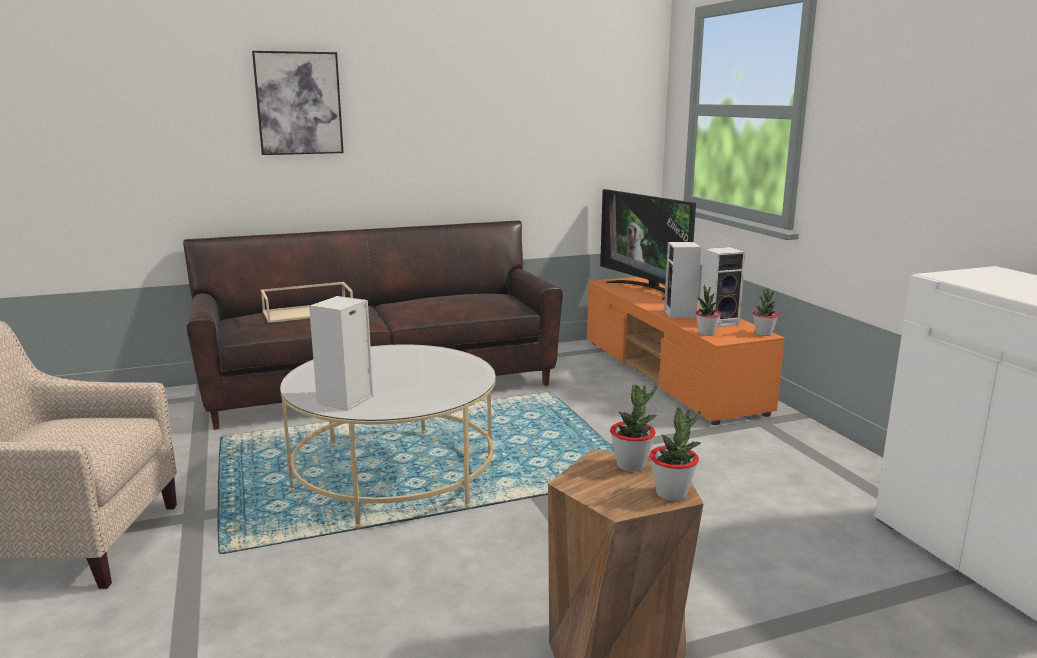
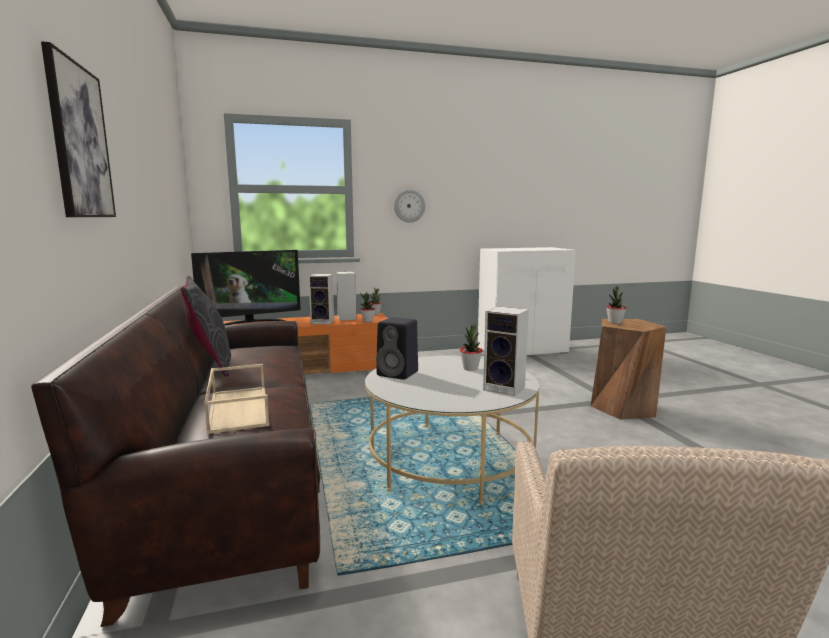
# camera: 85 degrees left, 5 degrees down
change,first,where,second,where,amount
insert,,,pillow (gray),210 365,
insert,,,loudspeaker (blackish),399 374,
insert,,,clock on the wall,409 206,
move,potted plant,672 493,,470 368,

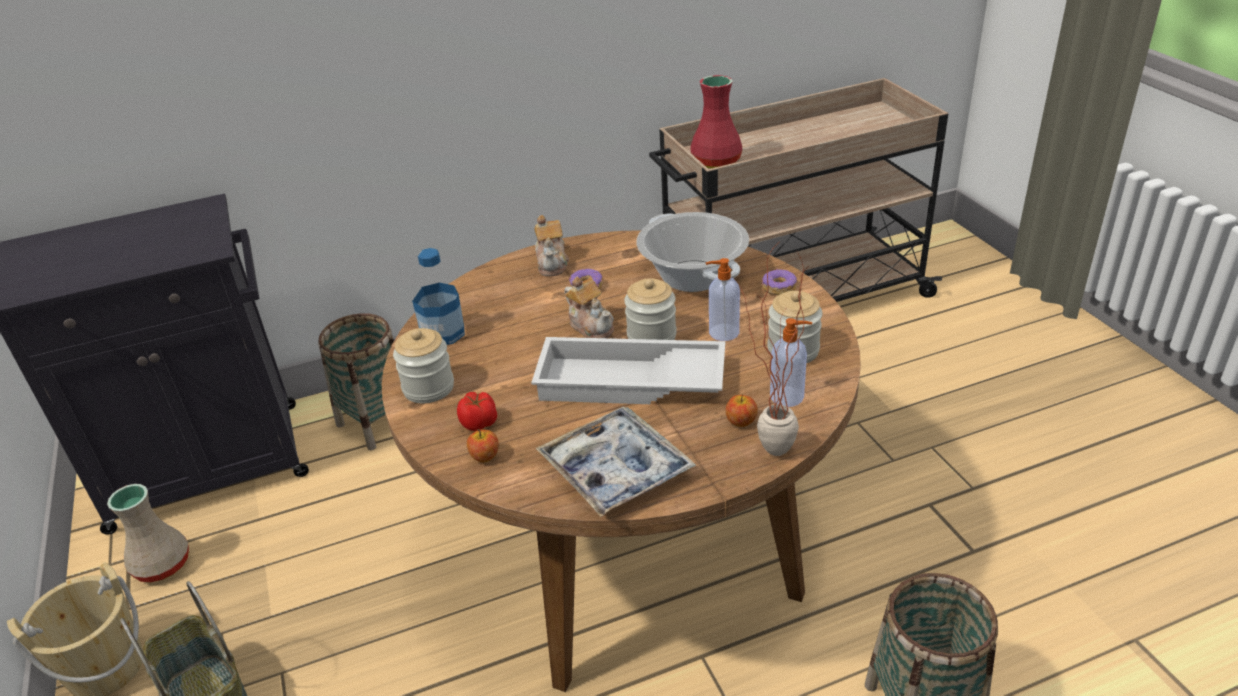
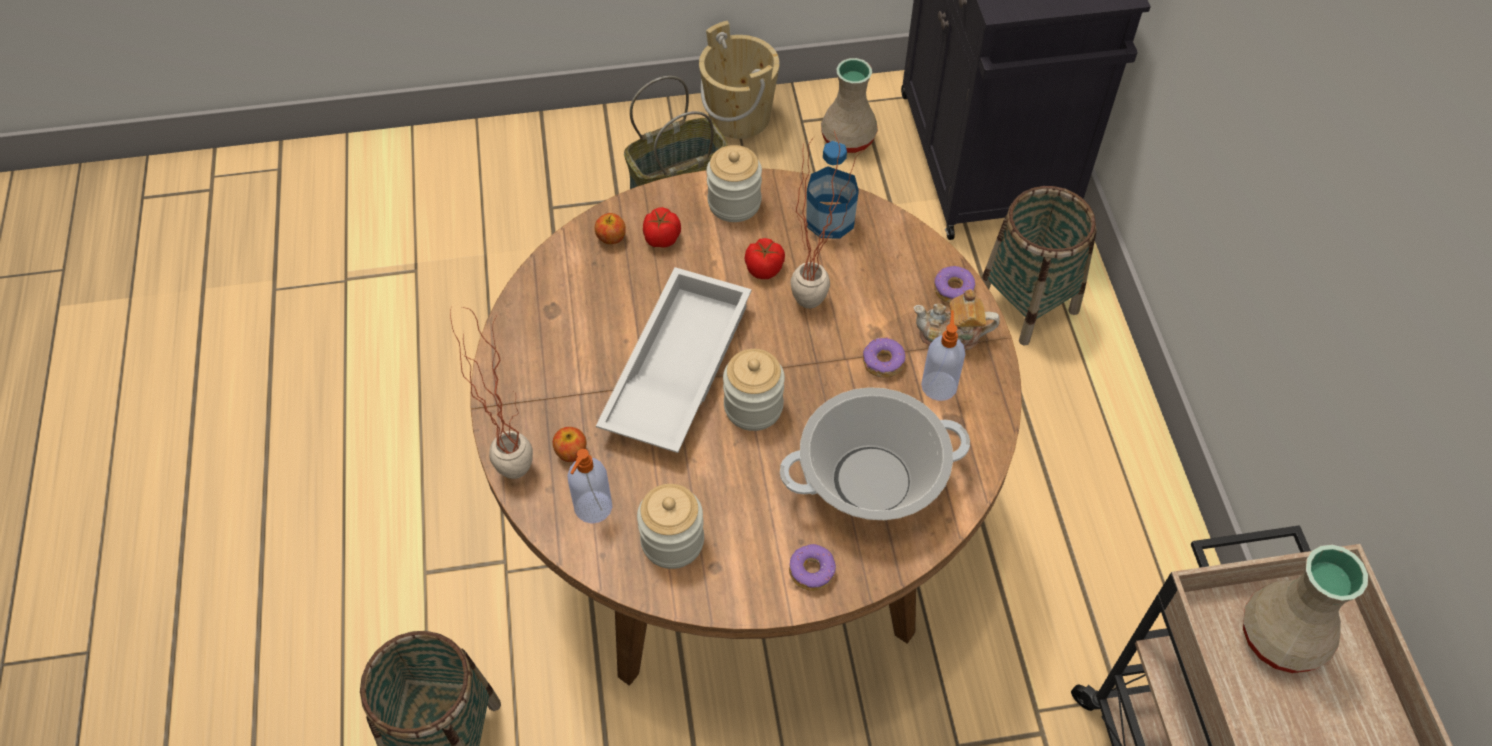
# camera: 100 degrees right, 20 degrees up
change,first,where,second,where,amount
insert,,,fresh tomato,765 268,
insert,,,potted plant,821 303,
move,soap dispenser,722 332,,939 385,
insert,,,ring doughnut,953 290,
recolor,vase (red),717 162,vase (sand-coloured),1280 638,
delete,carrying tray,615 470,,,
delete,tea pot,591 326,,,

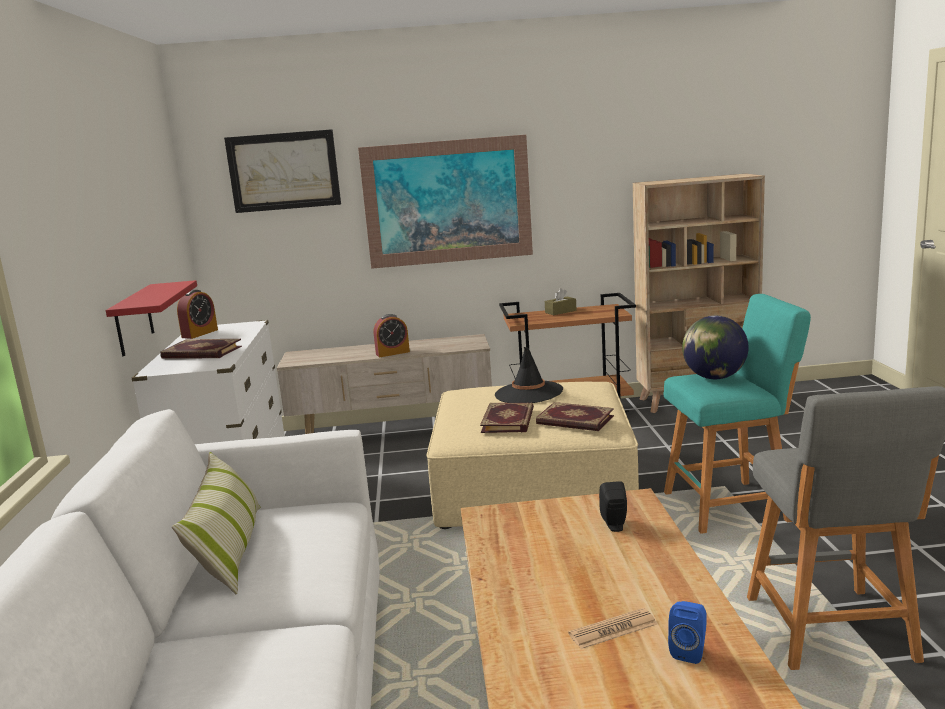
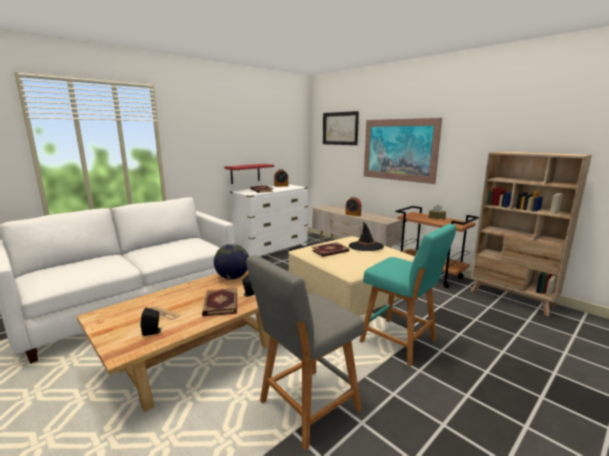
# camera: 50 degrees right, 0 degrees up
change,first,where,second,where,amount
recolor,loudspeaker (blue),689 651,loudspeaker (blackish),153 332,
move,bound book,574 420,,220 304,
move,world globe,714 378,,232 277,
delete,pillow,229 549,,,

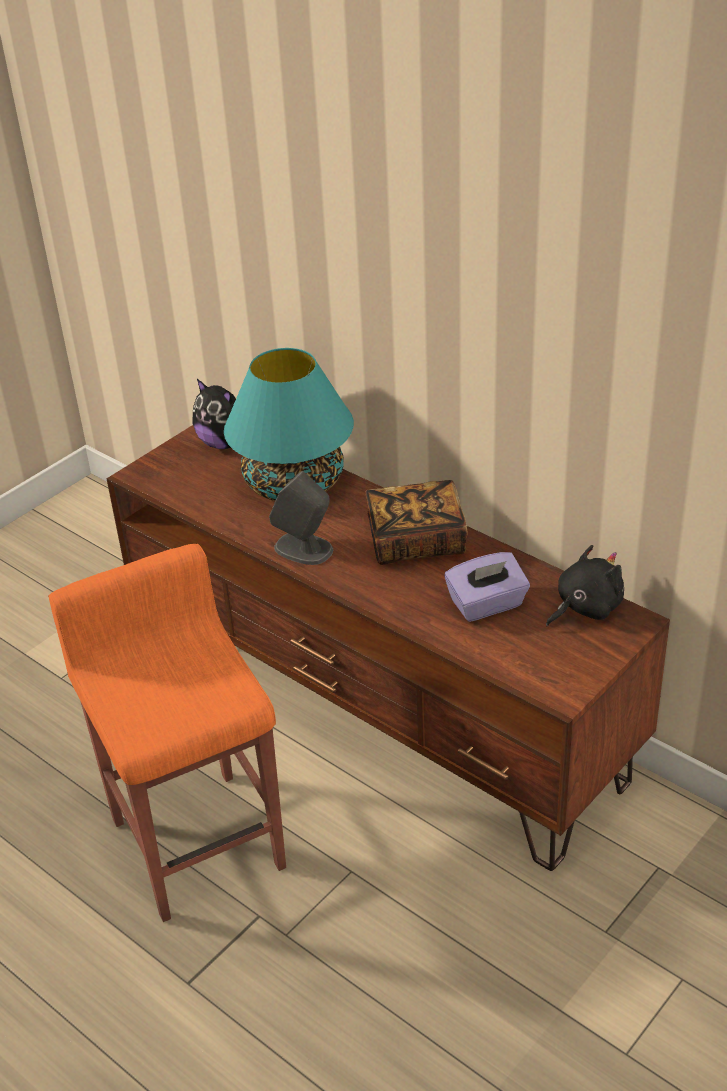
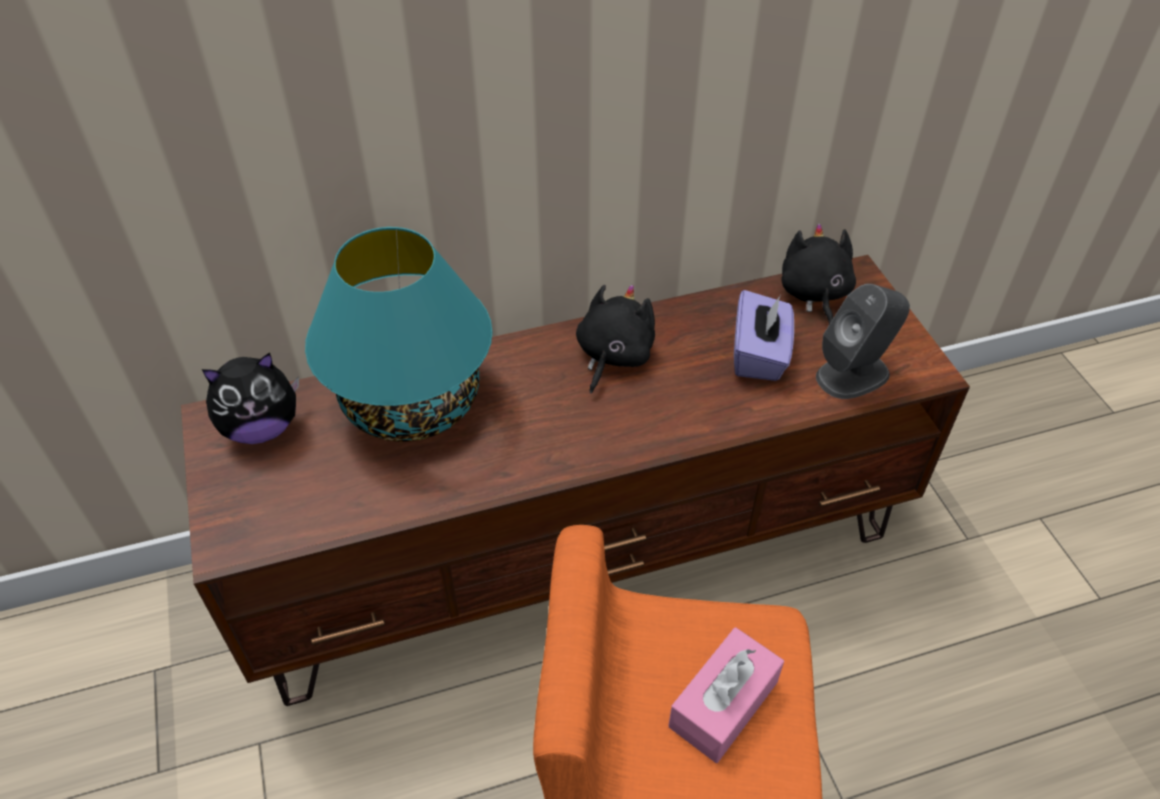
# camera: 60 degrees left, 10 degrees up
change,first,where,second,where,amount
replace,bound book,416 541,soft toy (blackish),613 356,
insert,,,tissue box (pink),723 704,
move,loudspeaker (gray),304 549,,853 374,

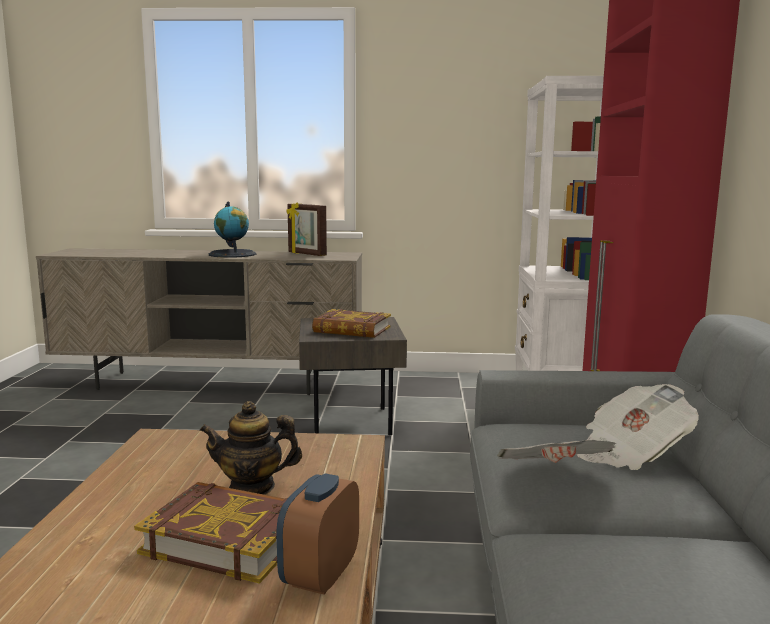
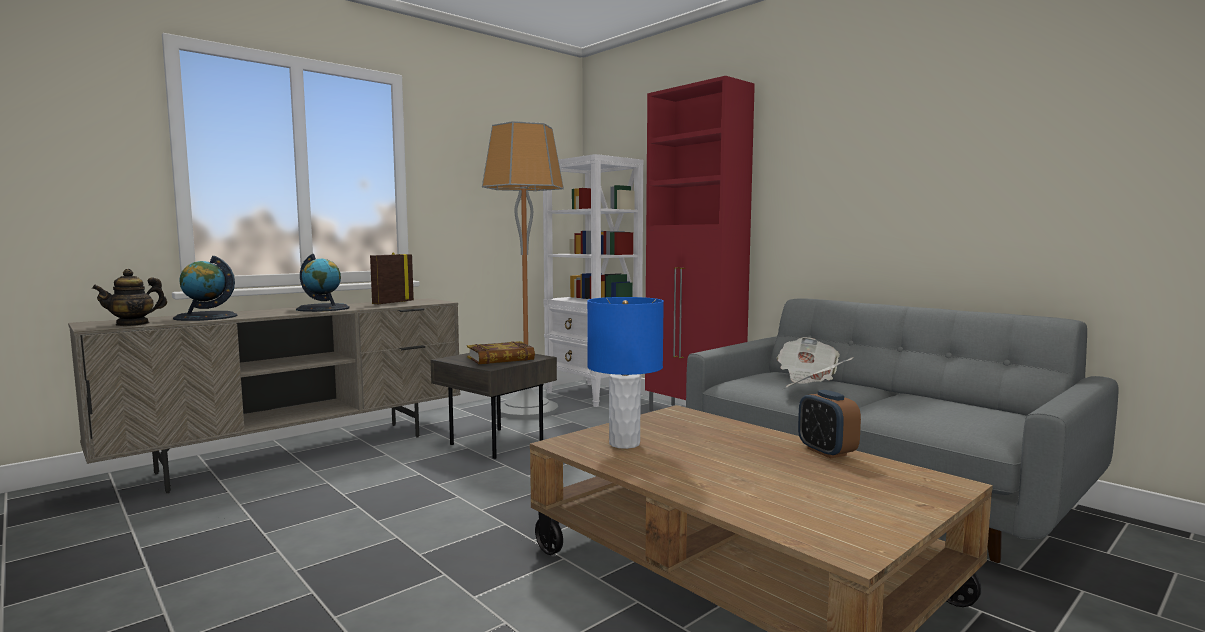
# camera: 45 degrees left, 5 degrees down
change,first,where,second,where,amount
move,tea pot,252 487,,133 324,
insert,,,world globe,205 317,
rotate,standing frame,306 254,,392 302,120 degrees clockwise
insert,,,floor lamp,527 410,
insert,,,table lamp (blue),624 444,
delete,bound book,228 539,,,

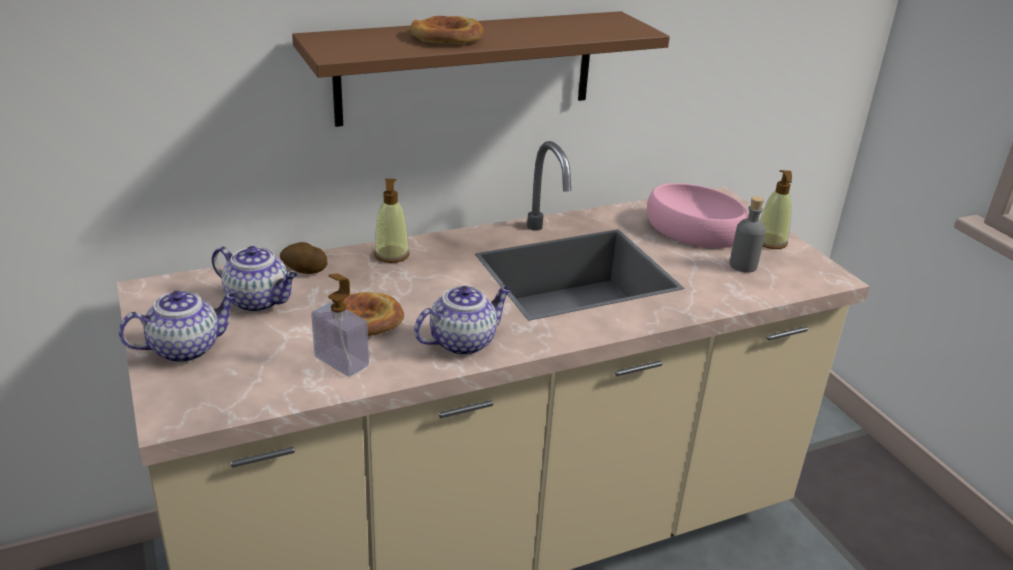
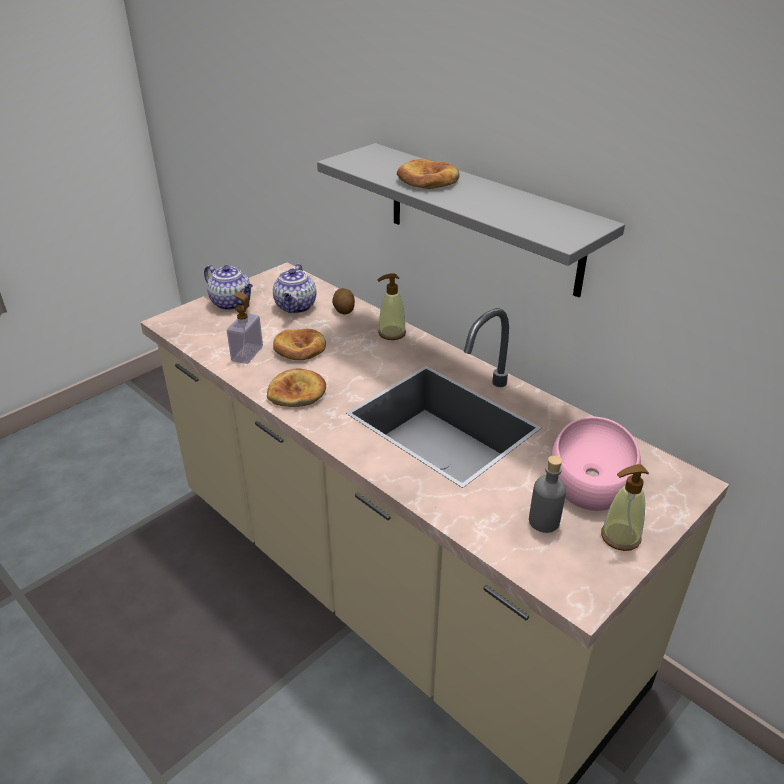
# camera: 70 degrees right, 5 degrees up
change,first,where,second,where,amount
replace,tea pot,463 342,bread,297 392,
recolor,bracket shelf (brownish),467 67,bracket shelf (gray),482 218,

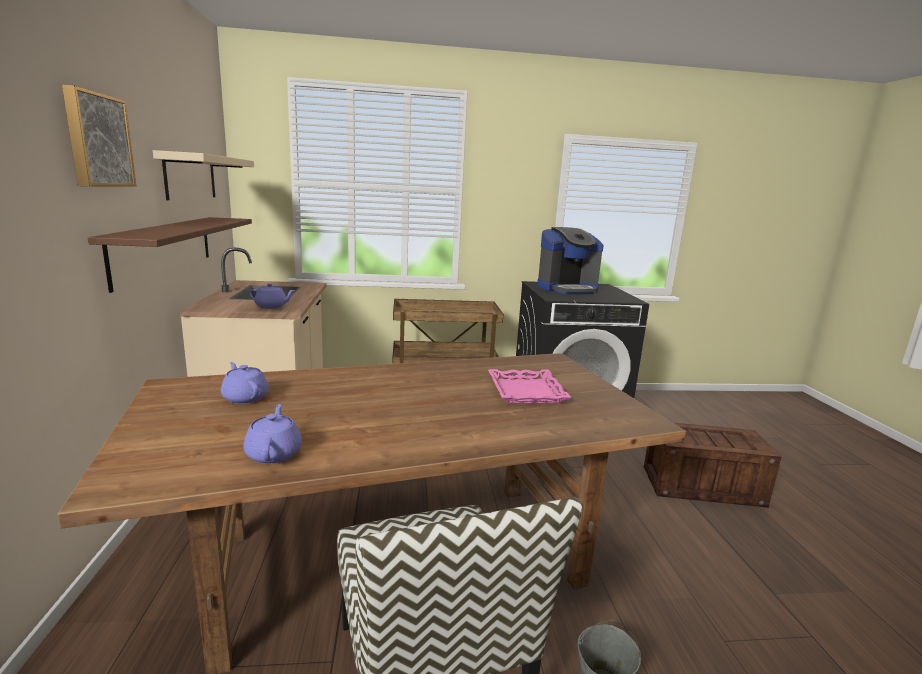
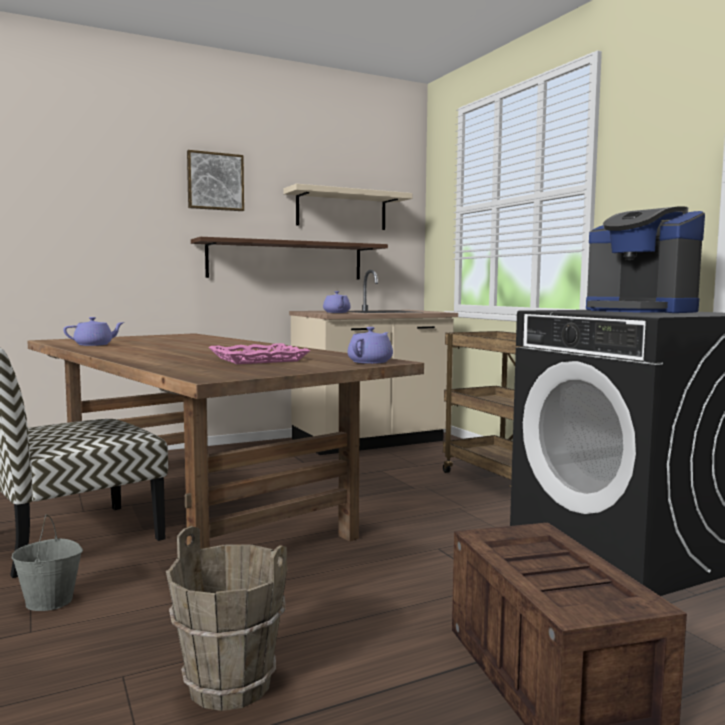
# camera: 70 degrees right, 10 degrees down
change,first,where,second,where,amount
insert,,,pail (brownish),229 686,
move,tea pot (purplish),245 397,,371 362,

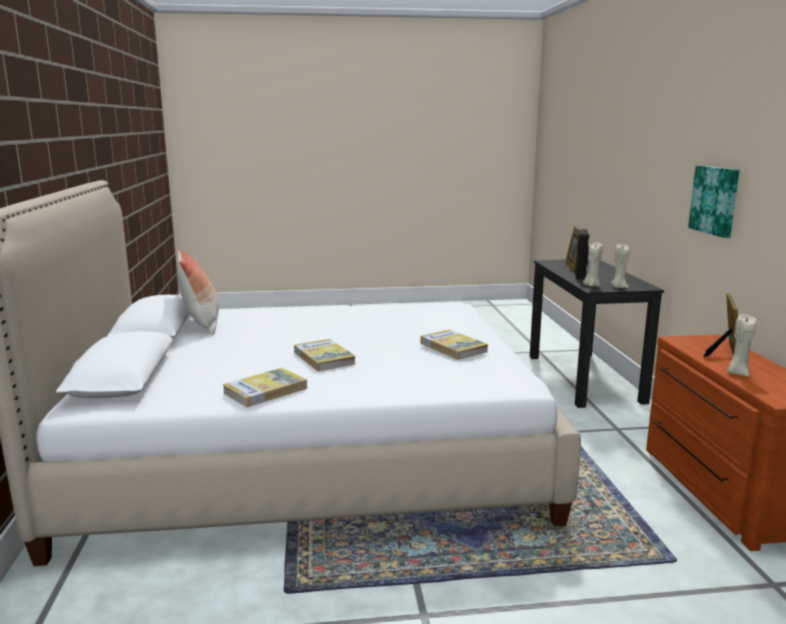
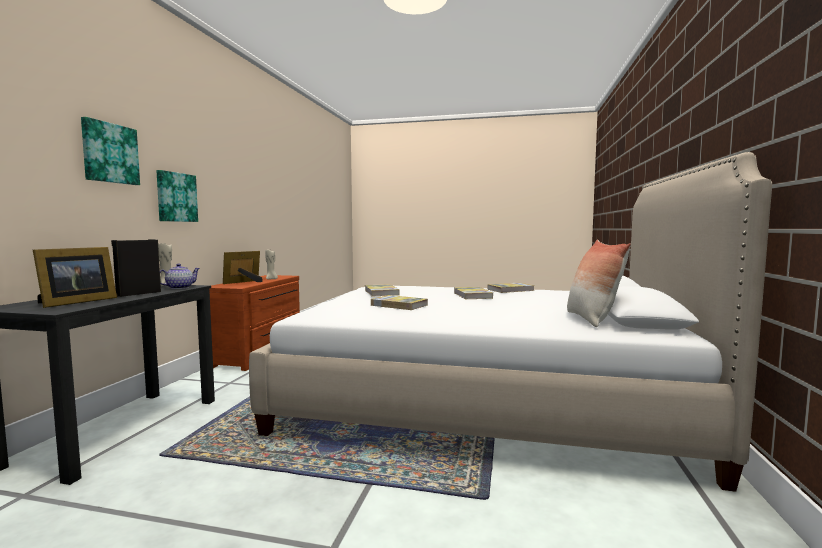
# camera: 160 degrees left, 10 degrees down
change,first,where,second,where,amount
insert,,,wall picture,109 153,
replace,wax candle (sand-coloured),591 285,tea pot,179 288,
insert,,,bound book,399 305,

